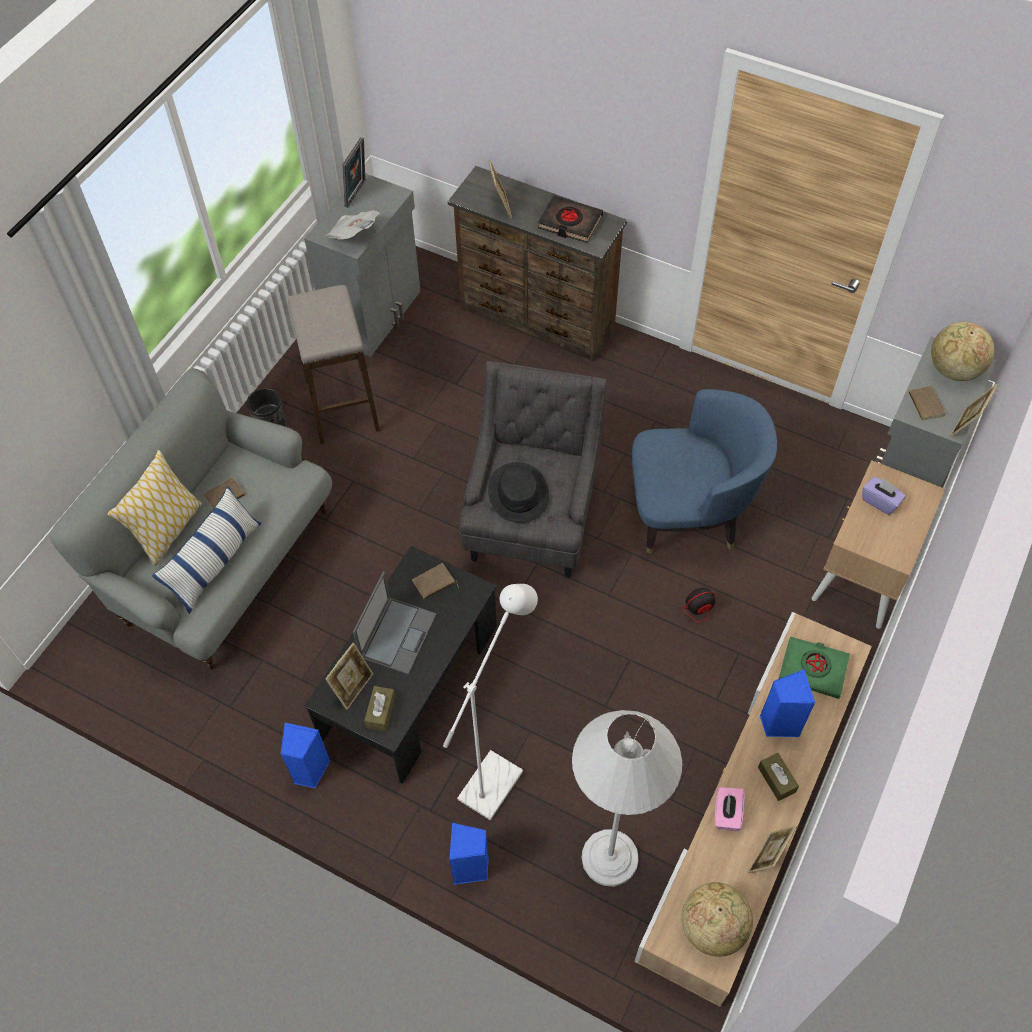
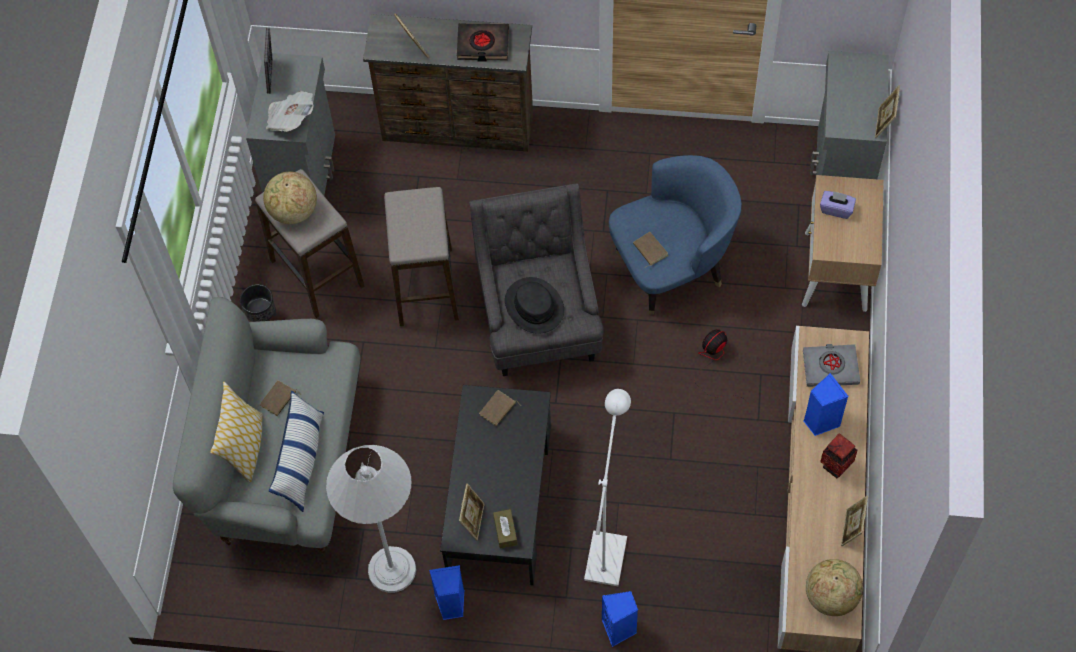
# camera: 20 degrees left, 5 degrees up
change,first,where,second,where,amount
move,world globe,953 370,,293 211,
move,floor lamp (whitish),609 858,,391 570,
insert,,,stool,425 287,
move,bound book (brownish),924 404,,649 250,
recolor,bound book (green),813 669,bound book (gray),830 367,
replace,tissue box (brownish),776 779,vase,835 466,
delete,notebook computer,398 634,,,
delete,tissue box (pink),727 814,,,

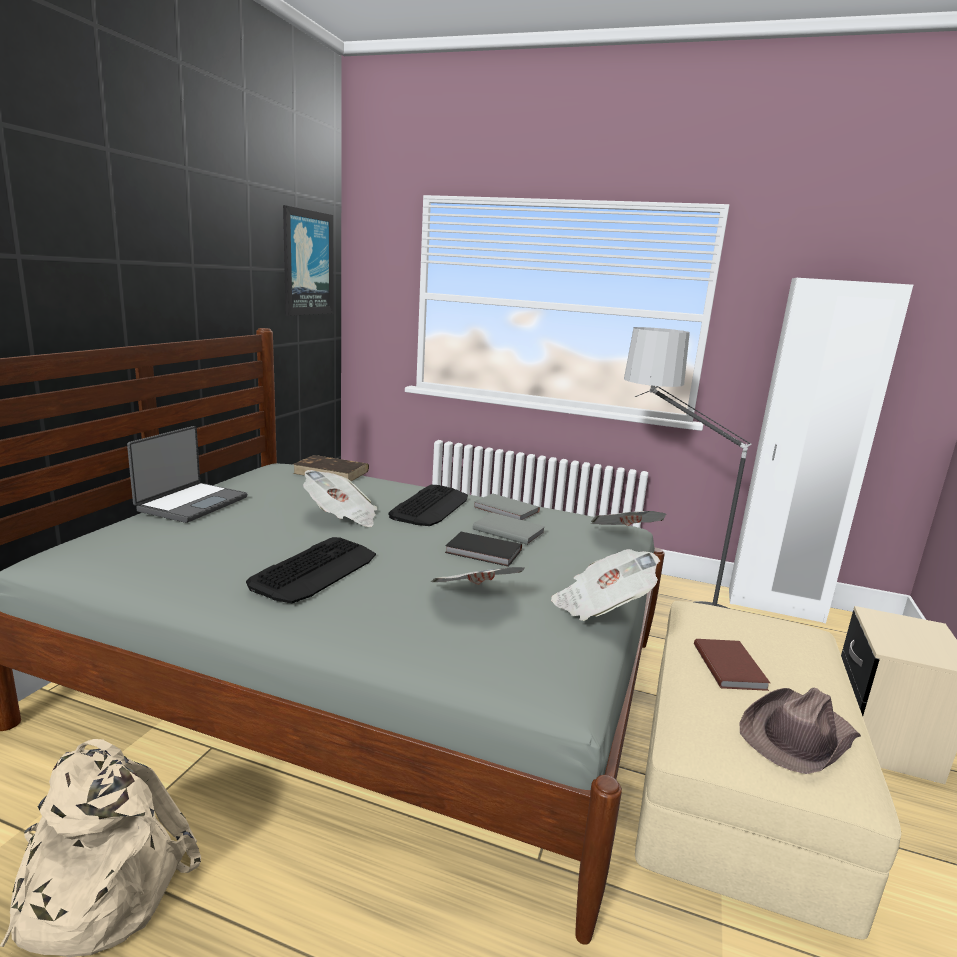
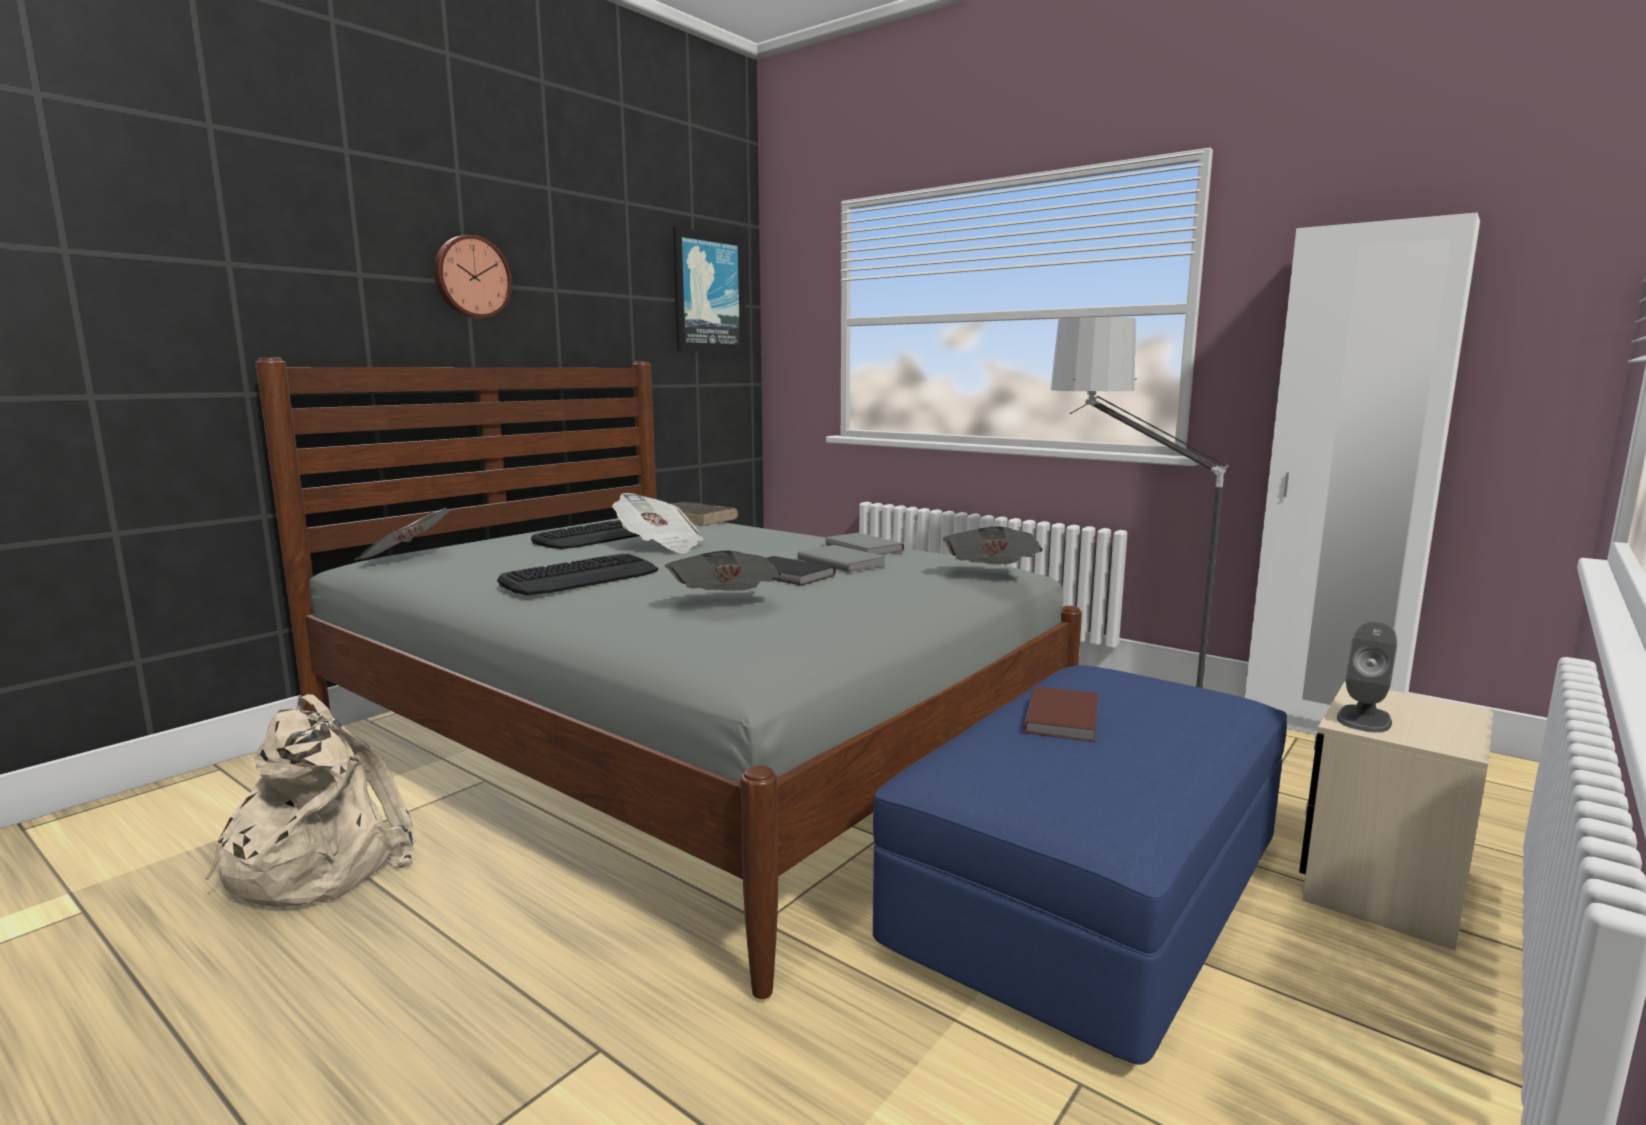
# camera: 20 degrees right, 5 degrees down
change,first,where,second,where,amount
move,daily paper,601 607,,405 559,
insert,,,clock on the wall,471 277,
move,computer keyboard,431 506,,596 537,
recolor,ottoman (sand-coloured),735 783,ottoman (blue),1090 897,
insert,,,loudspeaker (gray),1364 719,
delete,notebook computer,191 503,,,
delete,hat (brownish),798 736,,,

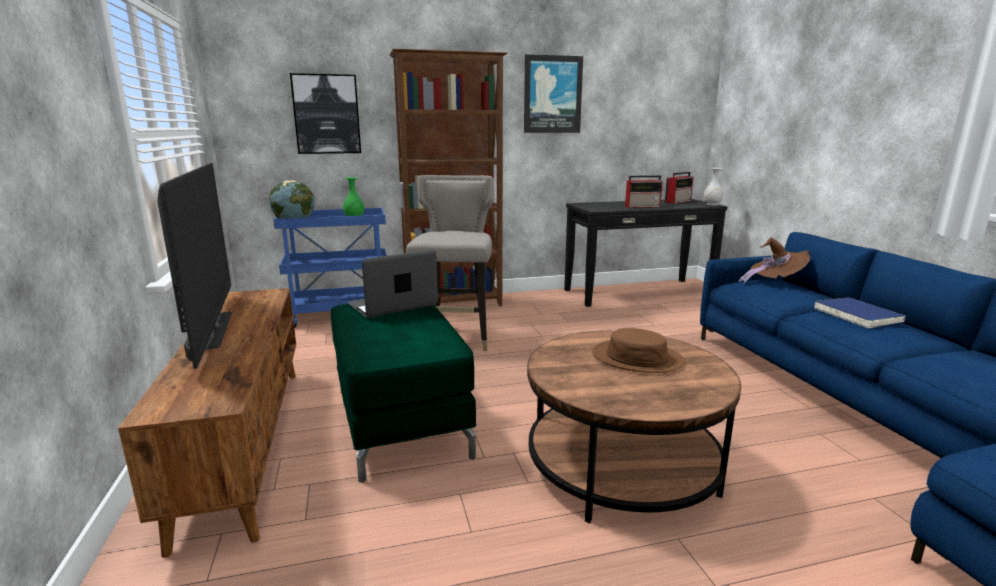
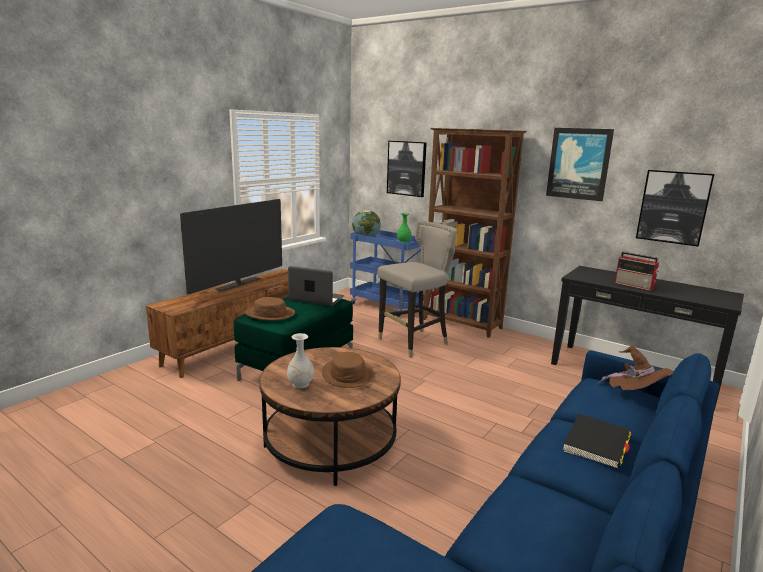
# camera: 50 degrees right, 0 degrees up
change,first,where,second,where,amount
insert,,,hat (brownish),270 313,
move,vase (whitish),712 204,,300 384,
recolor,bound book (blue),857 315,bound book (blackish),596 443,
insert,,,wall picture,673 207,
delete,radio set,678 201,,,

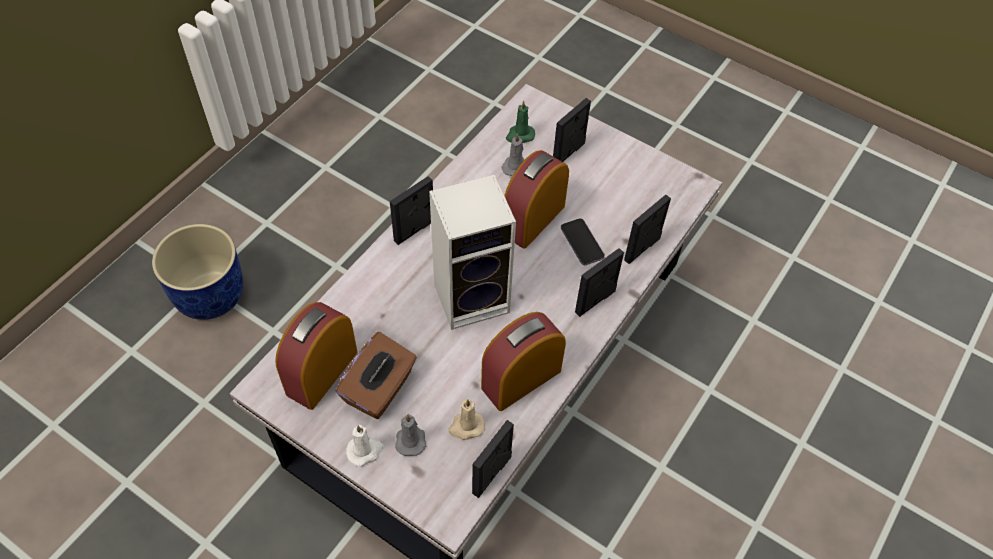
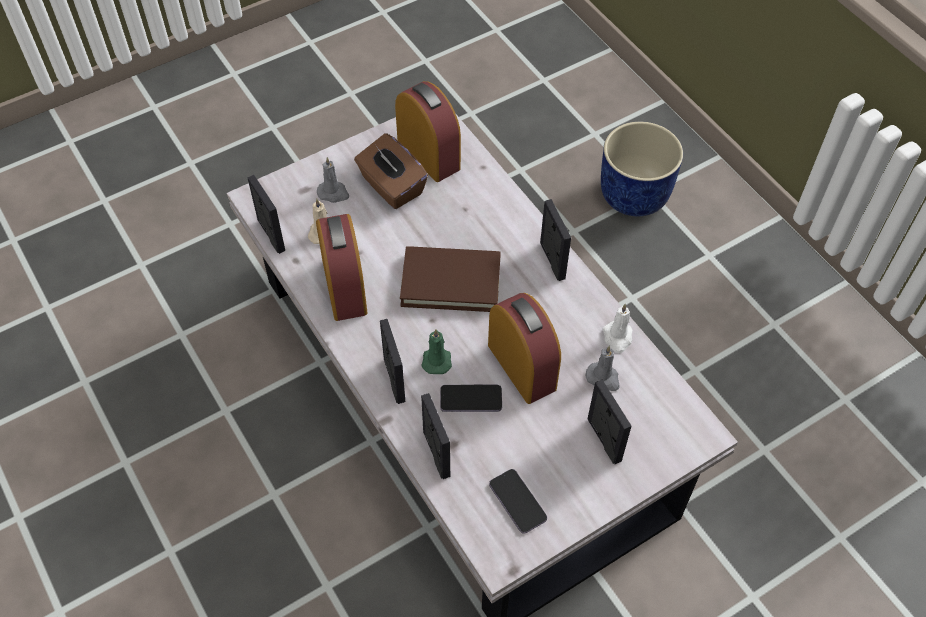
# camera: 115 degrees right, 0 degrees up
change,first,where,second,where,amount
replace,loudspeaker,474 296,bound book (brownish),451 282,
move,wax candle (green),519 135,,436 360,
insert,,,handset,517 502,
move,wax candle (whitish),365 451,,617 338,

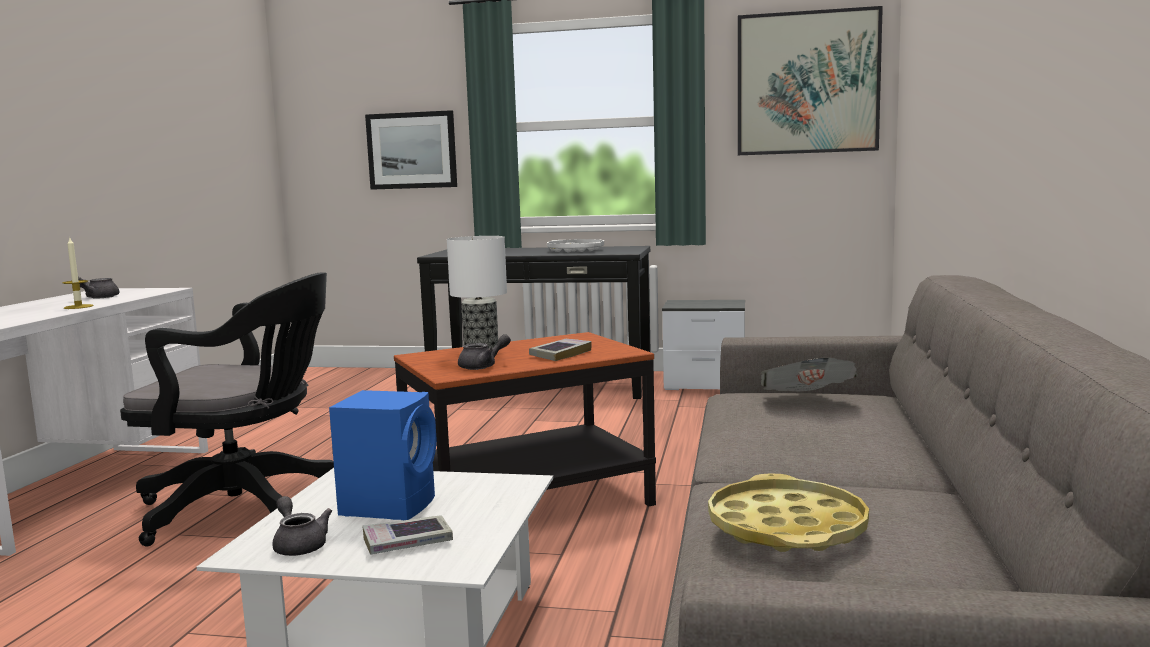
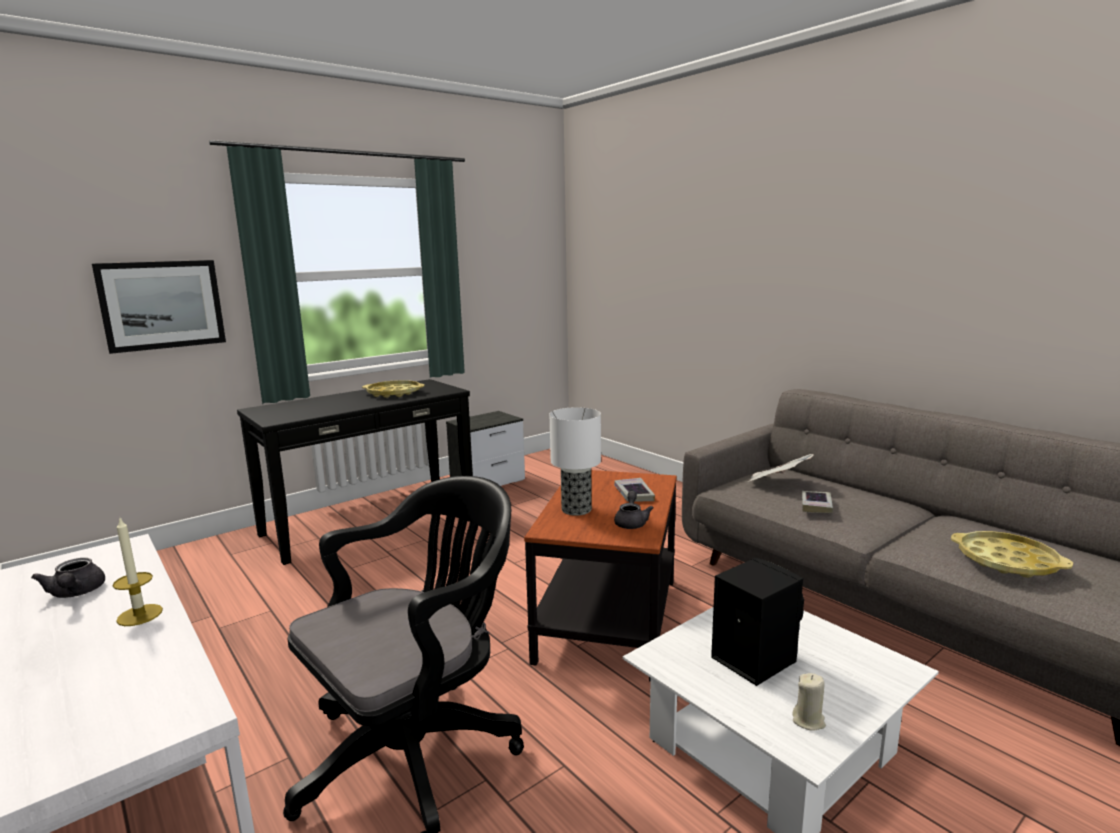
# camera: 50 degrees left, 5 degrees up
change,first,where,second,where,amount
recolor,carrying tray (whitish),575 250,carrying tray (yellowish),394 393,
recolor,loudspeaker (blue),390 505,loudspeaker (blackish),752 658,
replace,tea pot (gray),299 545,wax candle (sand-coloured),808 720,
move,bound book,407 542,,816 505,
delete,wall picture,807 83,,,

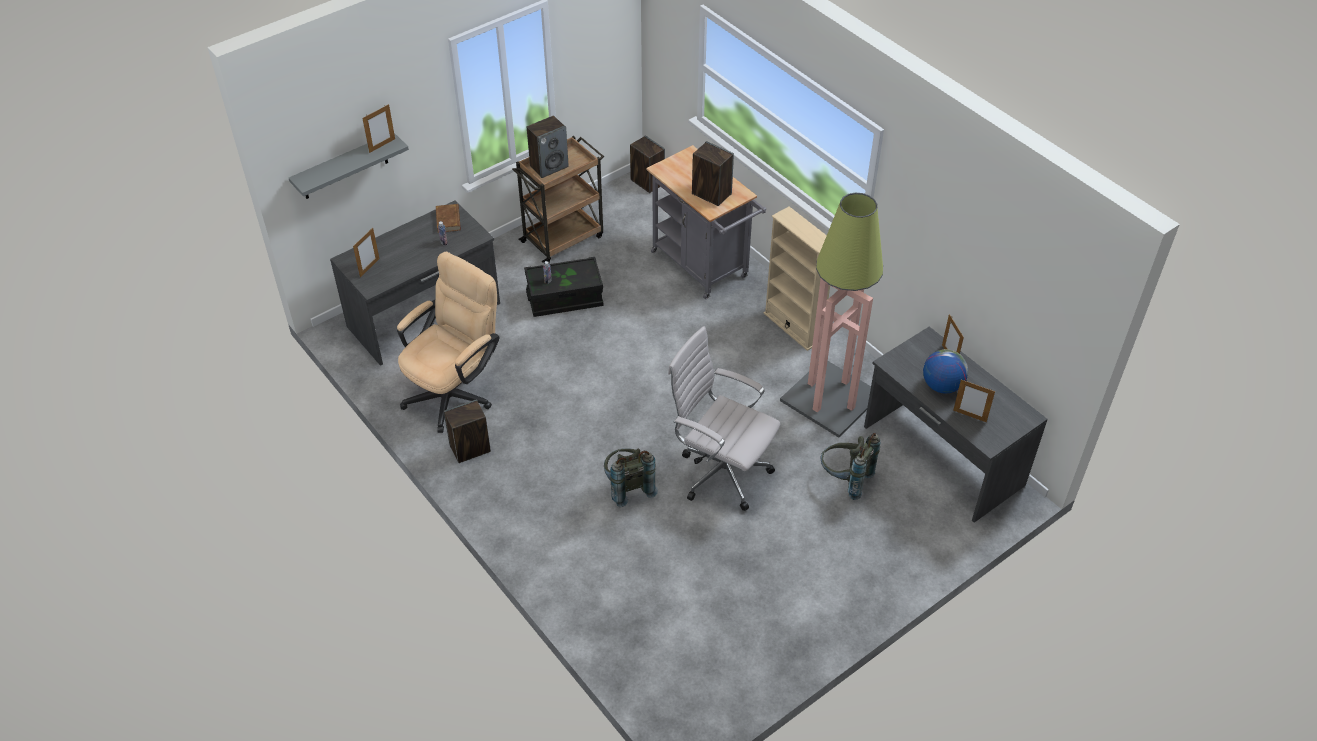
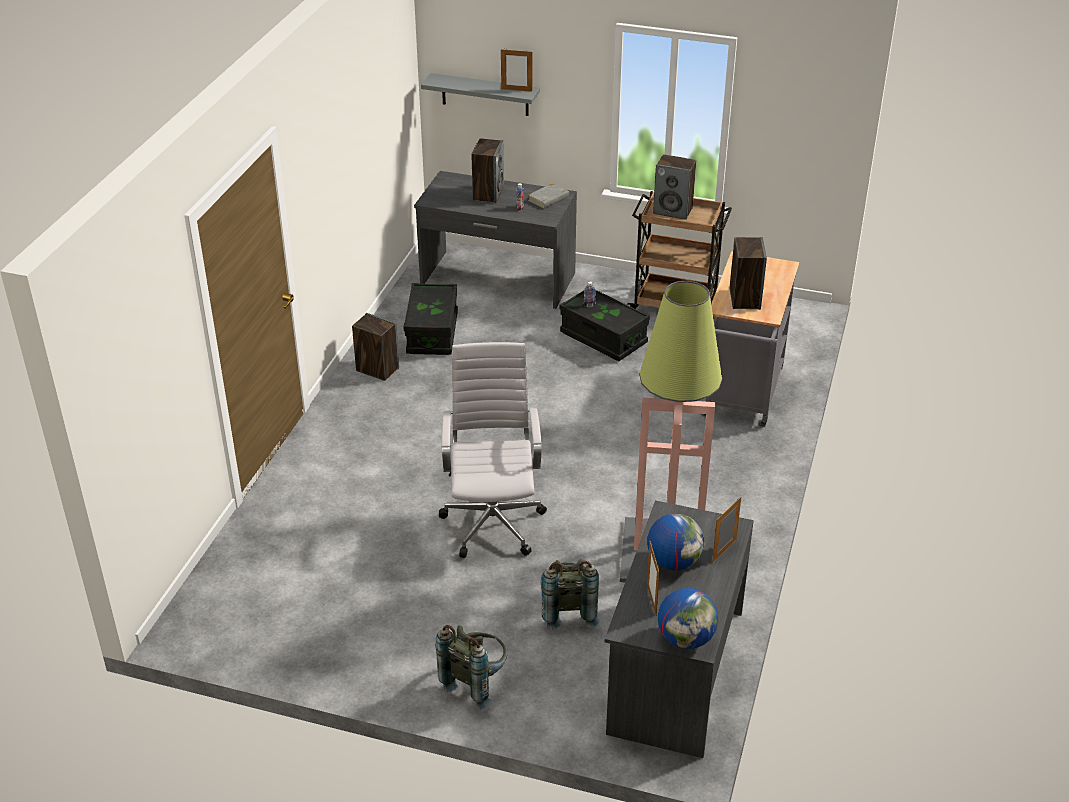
# camera: 55 degrees right, 10 degrees down
change,first,where,second,where,amount
replace,desk chair (sand-coloured),455 391,storage container (blackish),432 333,
move,backpack (gray),628 487,,476 682,
move,loudspeaker,647 182,,488 194,
recolor,bound book (brownish),448 220,bound book (gray),548 198,
insert,,,world globe,686 639,
delete,standing frame,369 268,,,
delete,shelving unit (sand-coloured),793 327,,,

